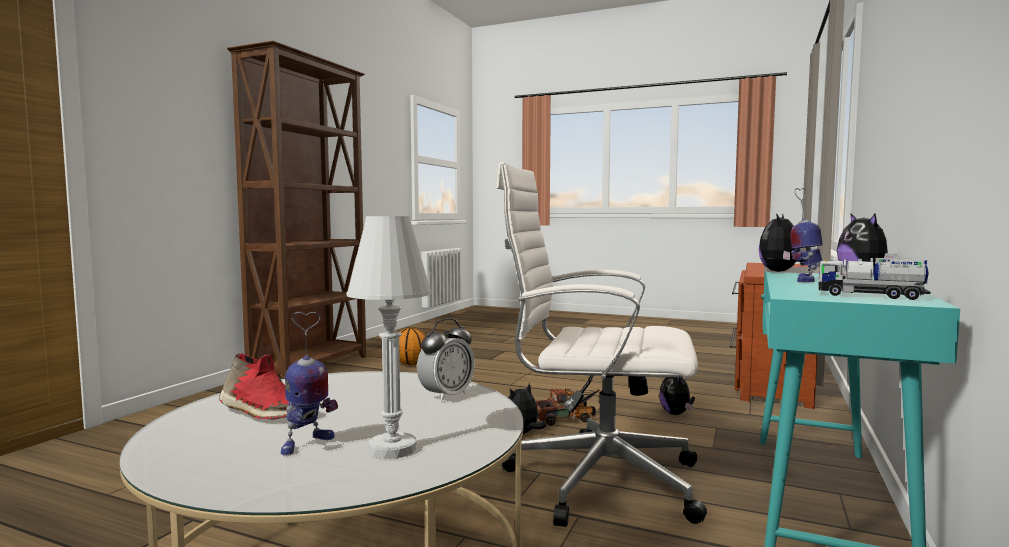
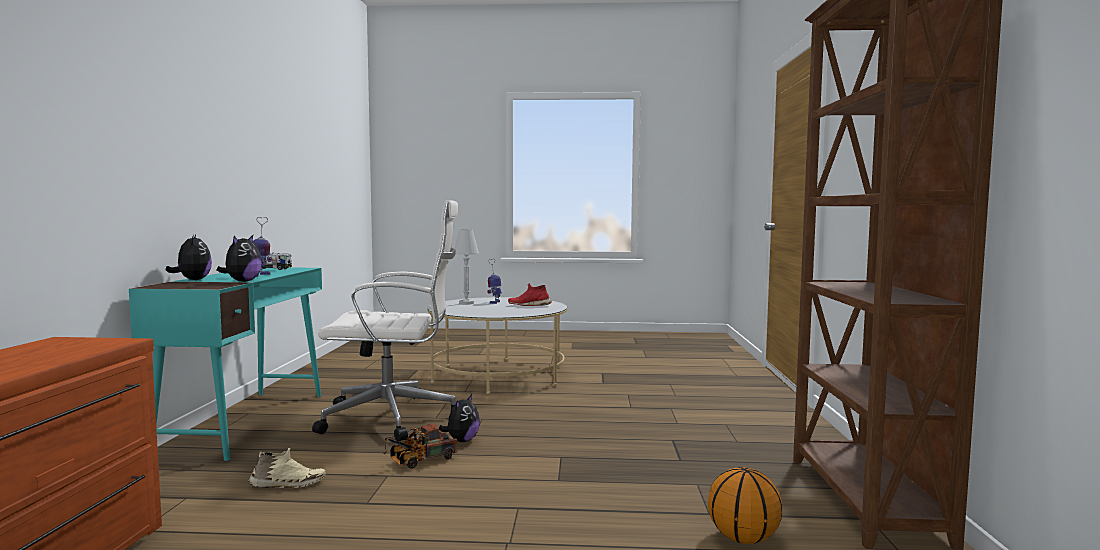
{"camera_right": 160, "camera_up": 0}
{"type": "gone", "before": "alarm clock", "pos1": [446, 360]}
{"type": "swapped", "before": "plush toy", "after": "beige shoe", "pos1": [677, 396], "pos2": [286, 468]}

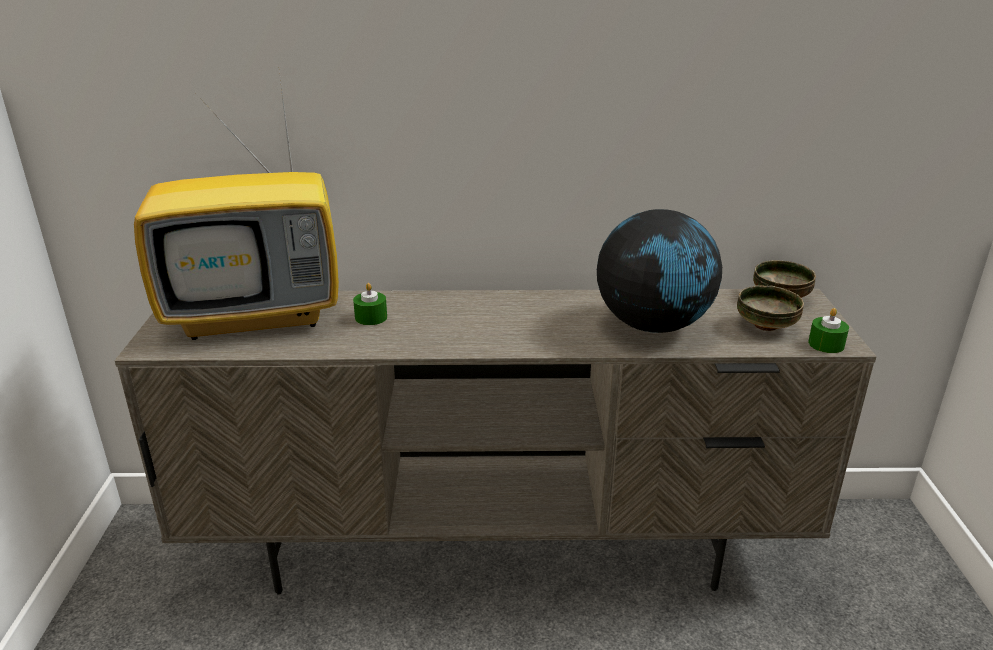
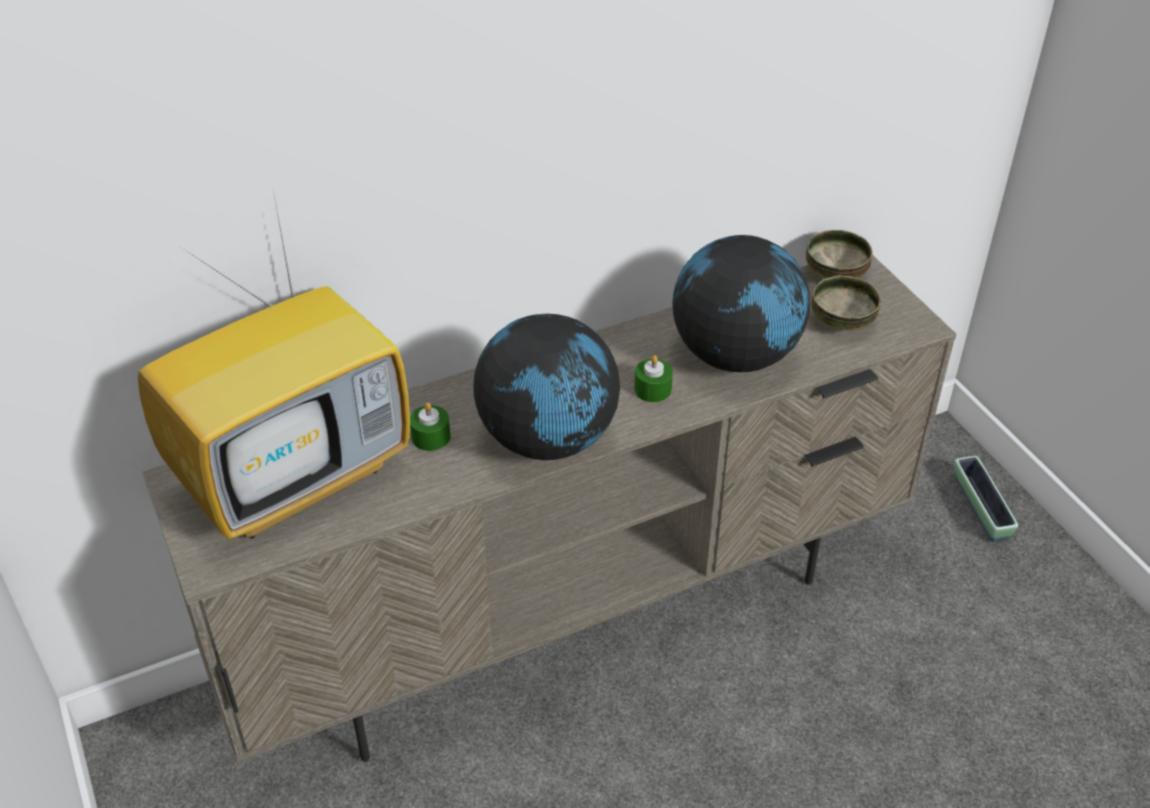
{"camera_right": -25, "camera_up": 15}
{"type": "shifted", "before": "green candle", "pos1": [828, 330], "pos2": [653, 378]}
{"type": "new", "after": "globe", "pos2": [546, 387]}
{"type": "new", "after": "planter", "pos2": [986, 499]}

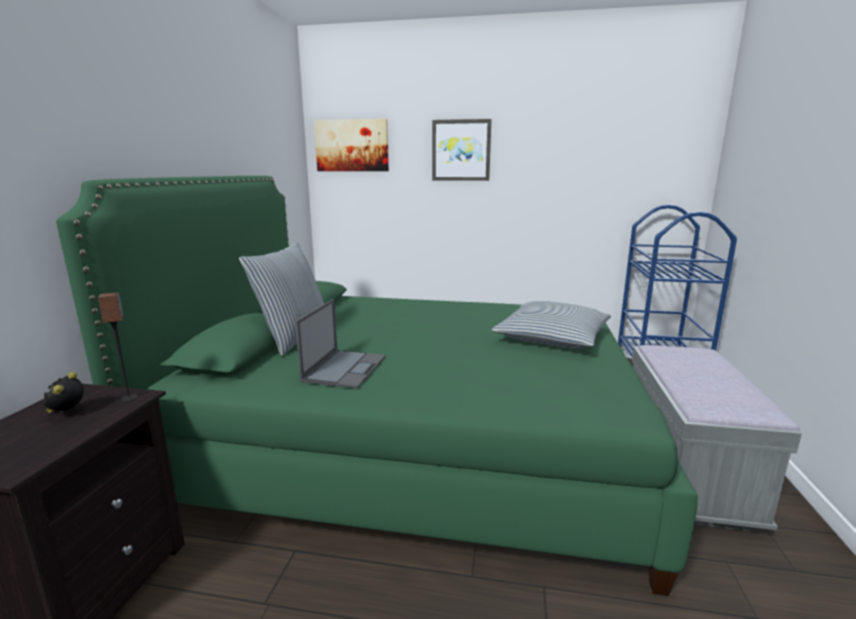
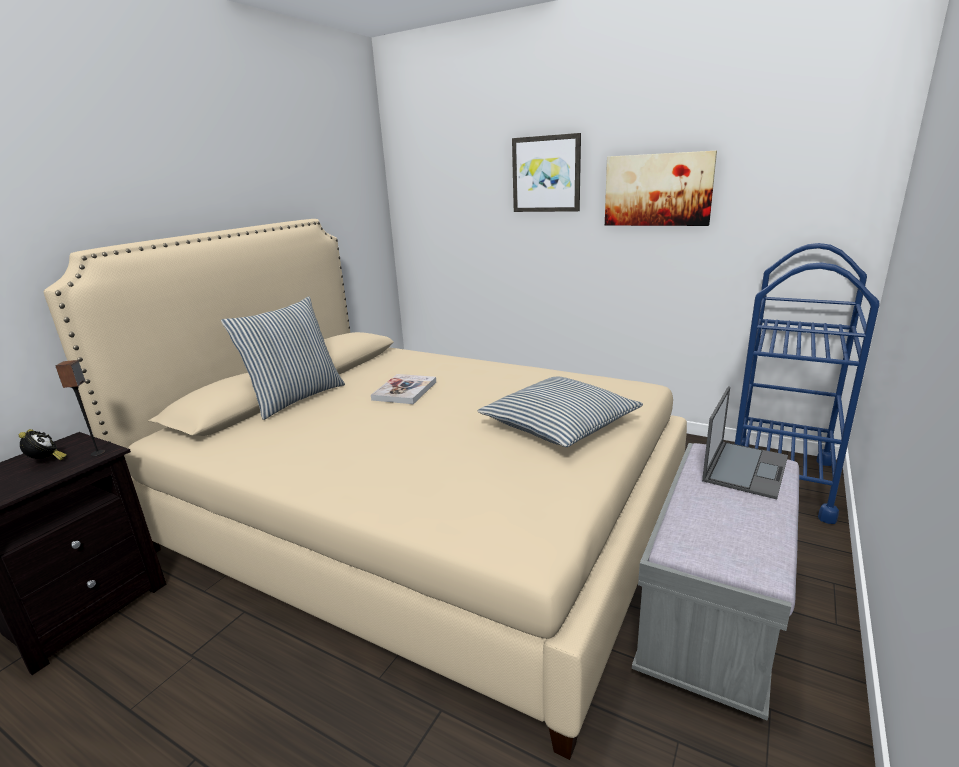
{"camera_right": 20, "camera_up": 5}
{"type": "shifted", "before": "picture", "pos1": [351, 145], "pos2": [661, 188]}
{"type": "repainted", "before": "green bed", "after": "beige bed", "pos1": [377, 386], "pos2": [365, 489]}
{"type": "shifted", "before": "laptop", "pos1": [340, 344], "pos2": [745, 442]}
{"type": "rotated", "before": "alarm clock", "pos1": [64, 392], "pos2": [43, 444], "turn": 135}
{"type": "new", "after": "book", "pos2": [403, 389]}

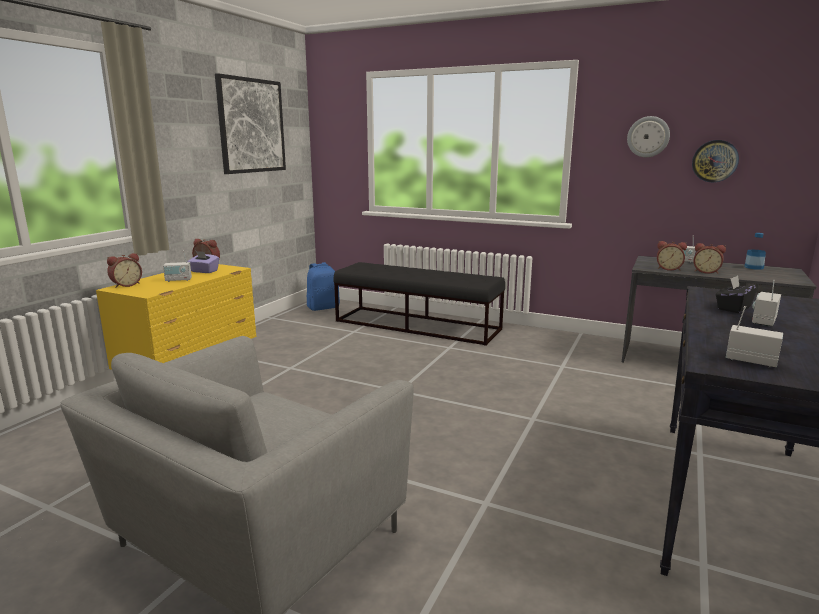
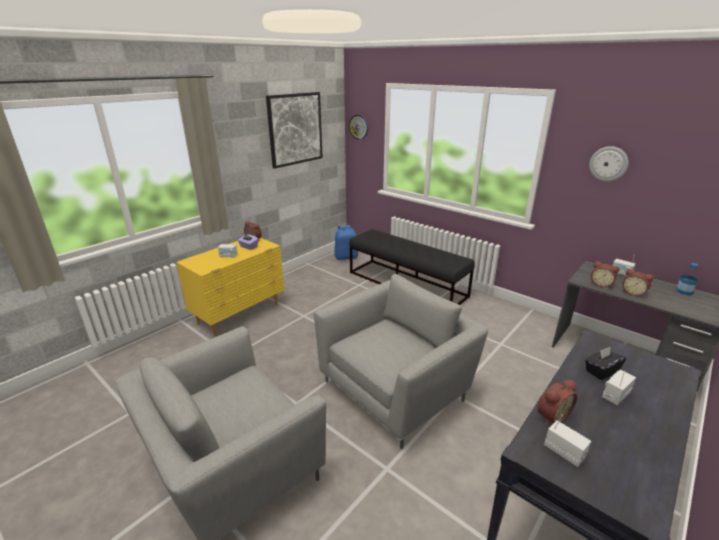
{"camera_right": 15, "camera_up": 10}
{"type": "shifted", "before": "wall clock", "pos1": [715, 161], "pos2": [358, 127]}
{"type": "shifted", "before": "alarm clock", "pos1": [124, 270], "pos2": [557, 402]}
{"type": "new", "after": "grey armchair", "pos2": [401, 361]}

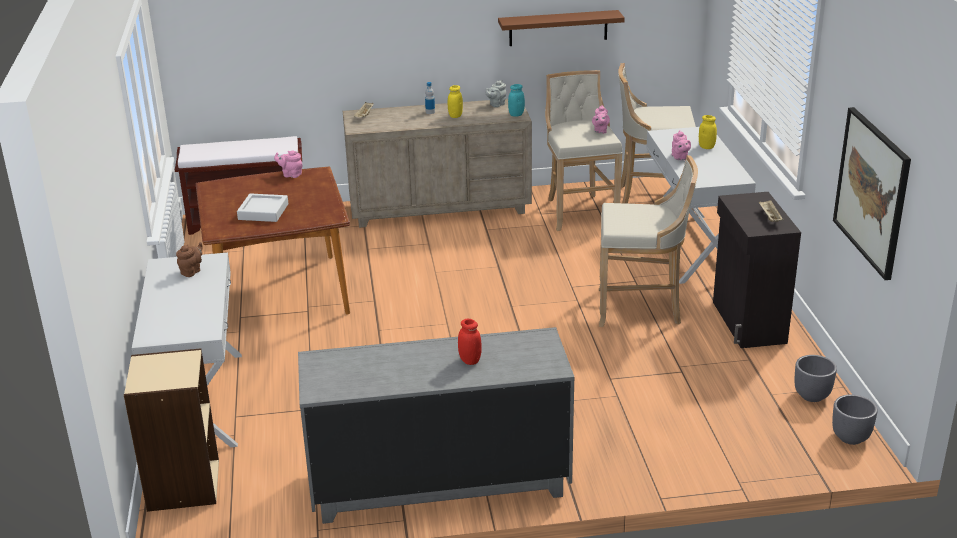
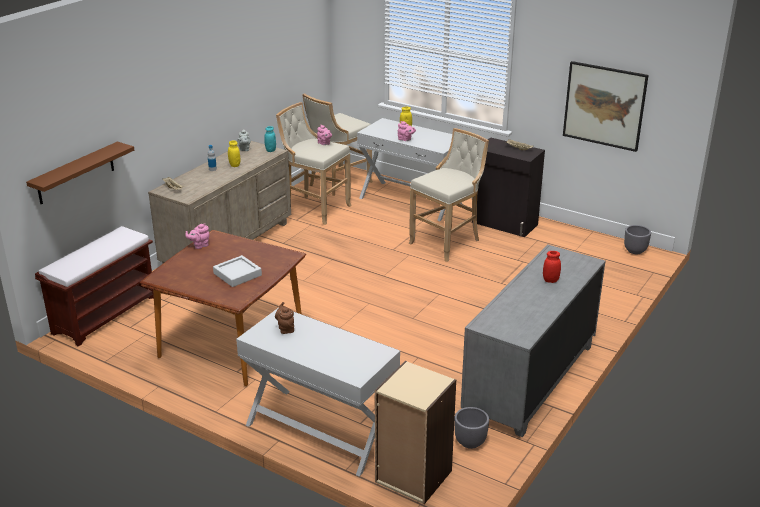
{"camera_right": -50, "camera_up": 0}
{"type": "shifted", "before": "brown shelf", "pos1": [561, 28], "pos2": [80, 173]}
{"type": "shifted", "before": "grey planter", "pos1": [815, 378], "pos2": [471, 428]}

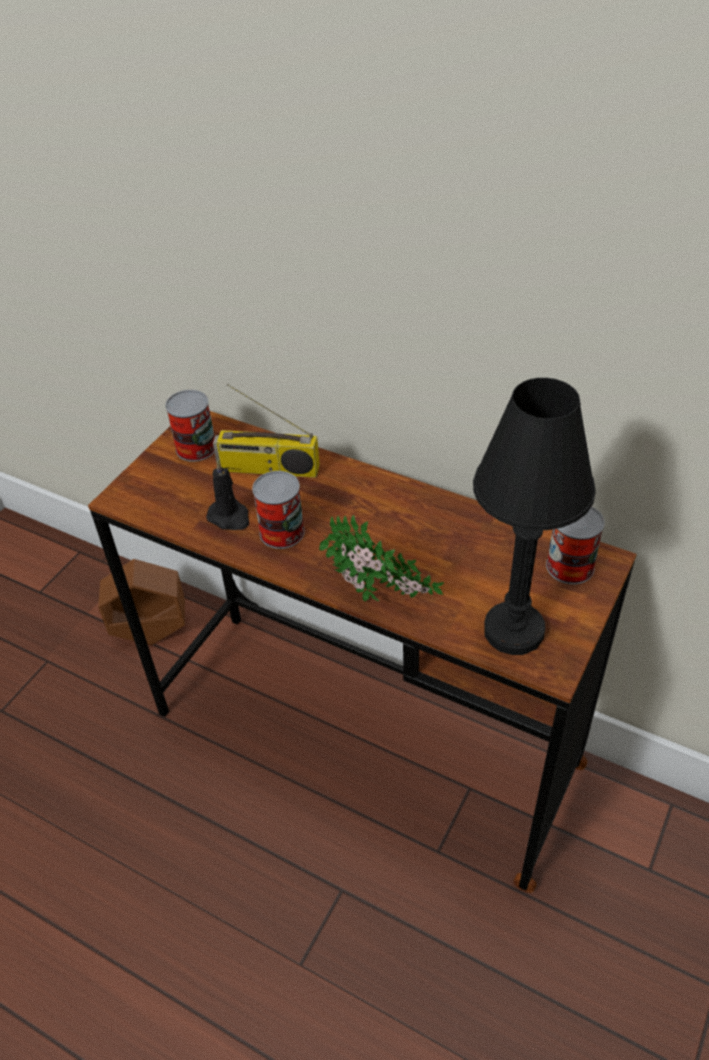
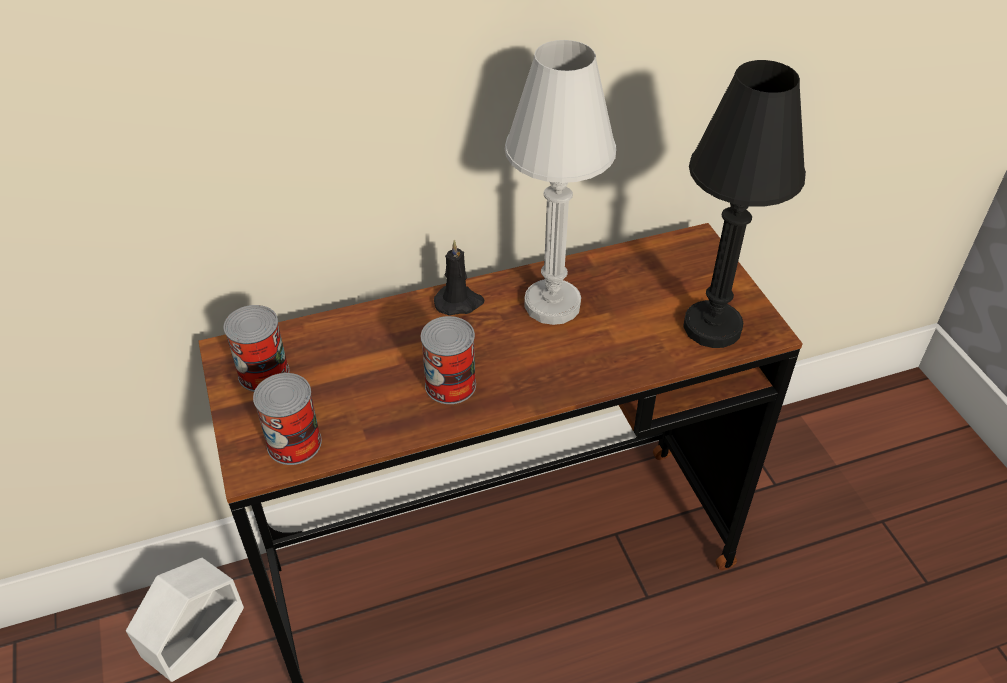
{"camera_right": -50, "camera_up": 0}
{"type": "gone", "before": "radio", "pos1": [266, 431]}
{"type": "shifted", "before": "black candle", "pos1": [227, 494], "pos2": [459, 278]}
{"type": "shifted", "before": "can", "pos1": [575, 545], "pos2": [287, 419]}
{"type": "gone", "before": "potted plant", "pos1": [381, 558]}
{"type": "repainted", "before": "brown planter", "after": "white planter", "pos1": [141, 602], "pos2": [185, 620]}
{"type": "new", "after": "white table lamp", "pos2": [560, 182]}

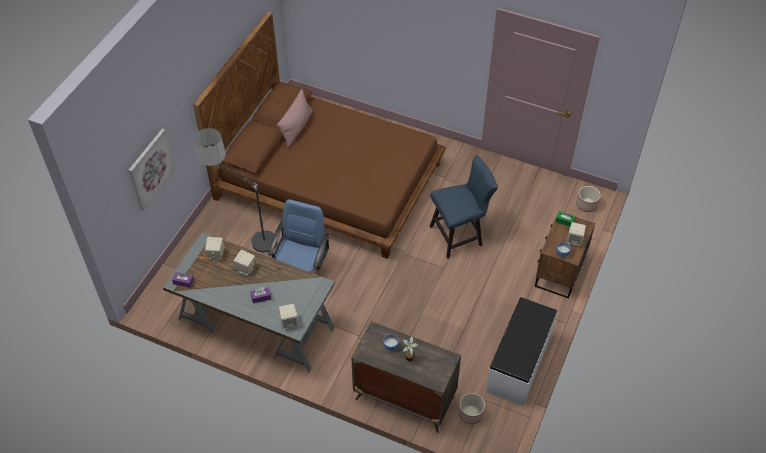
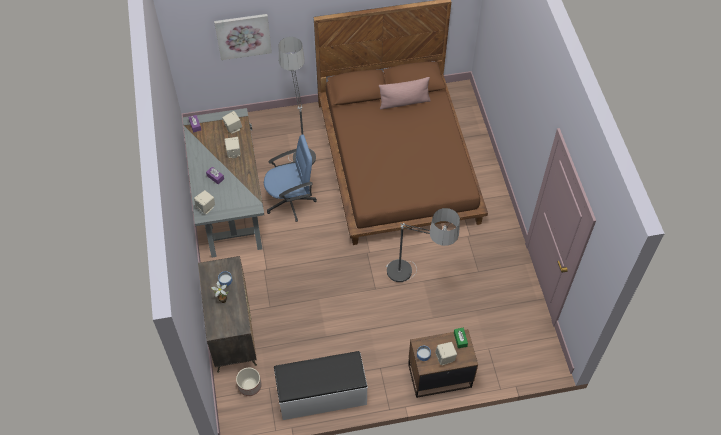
{"camera_right": 55, "camera_up": 5}
{"type": "swapped", "before": "blue chair", "after": "floor lamp", "pos1": [463, 207], "pos2": [423, 245]}
{"type": "gone", "before": "planter", "pos1": [588, 199]}

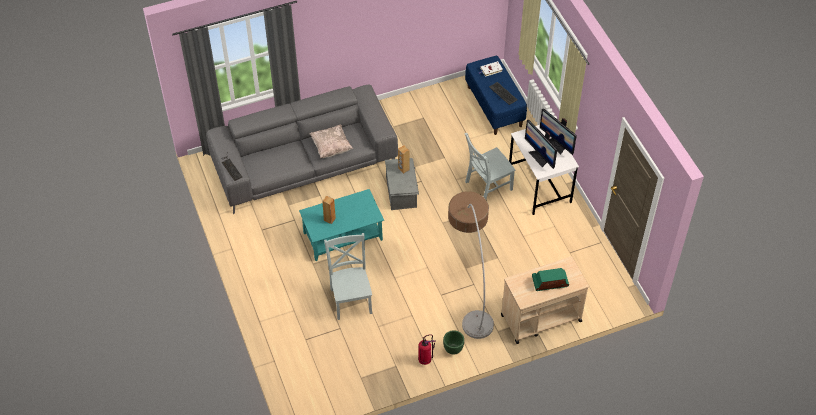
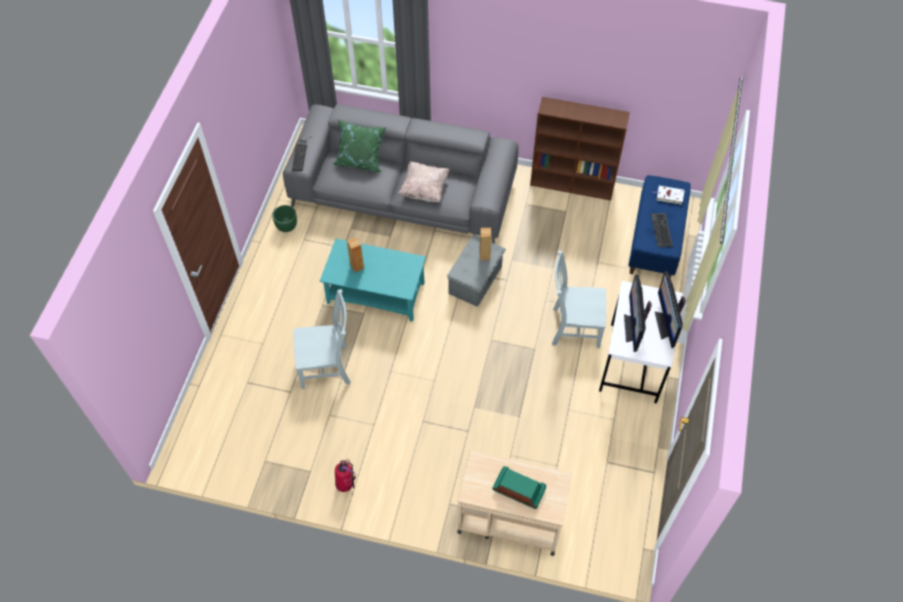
{"camera_right": 35, "camera_up": 5}
{"type": "gone", "before": "floor lamp", "pos1": [471, 265]}
{"type": "rotated", "before": "grey chair", "pos1": [348, 276], "pos2": [322, 339], "turn": 60}
{"type": "shifted", "before": "green planter", "pos1": [453, 342], "pos2": [284, 218]}
{"type": "new", "after": "brown bookcase", "pos2": [580, 149]}
{"type": "new", "after": "green pillow", "pos2": [359, 145]}

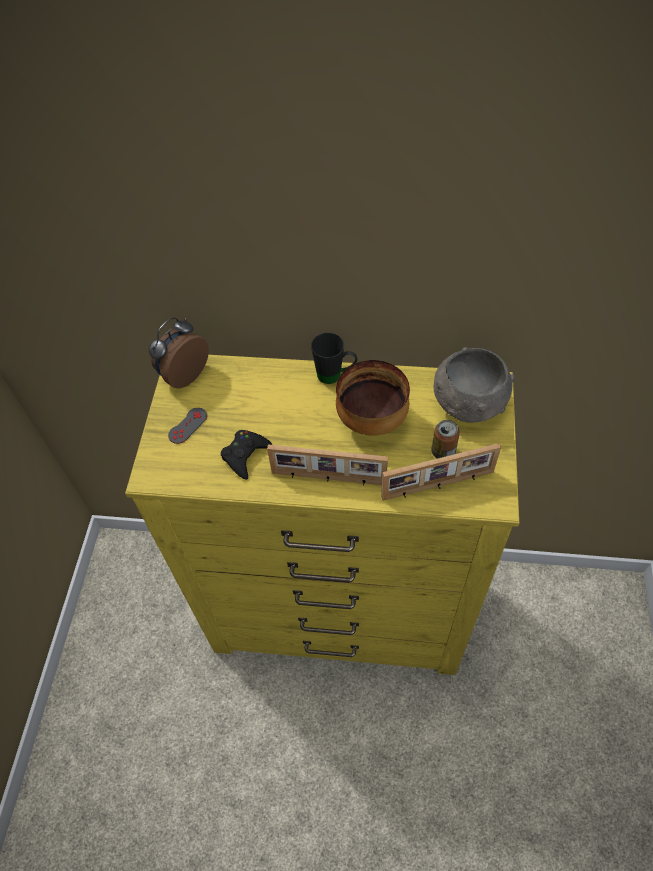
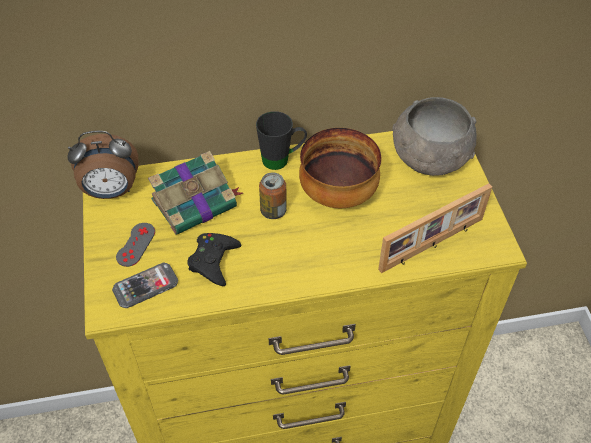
{"camera_right": -20, "camera_up": -5}
{"type": "rotated", "before": "alarm clock", "pos1": [179, 352], "pos2": [103, 165], "turn": -120}
{"type": "shifted", "before": "can", "pos1": [445, 439], "pos2": [273, 195]}
{"type": "gone", "before": "picture frame", "pos1": [327, 465]}
{"type": "new", "after": "book", "pos2": [195, 193]}
{"type": "new", "after": "phone", "pos2": [145, 285]}

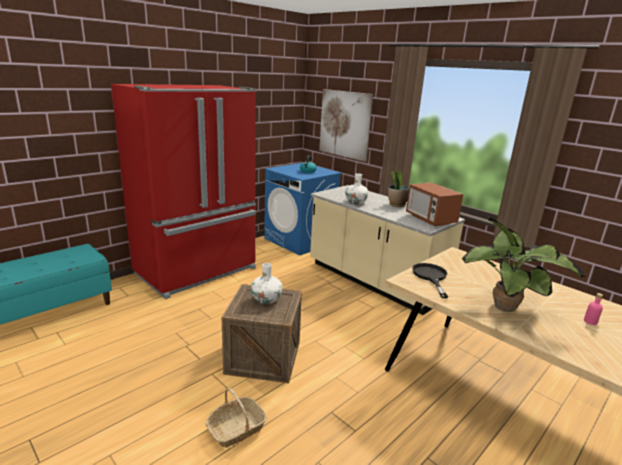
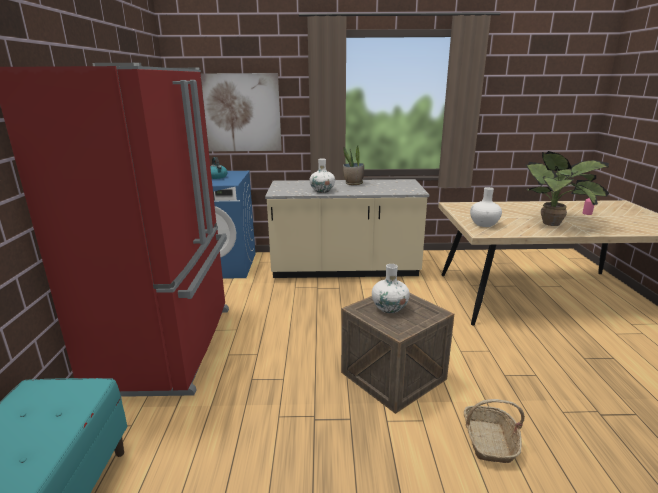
{"camera_right": -45, "camera_up": 0}
{"type": "gone", "before": "microwave", "pos1": [434, 204]}
{"type": "swapped", "before": "black frying pan", "after": "white vase", "pos1": [430, 280], "pos2": [486, 207]}

